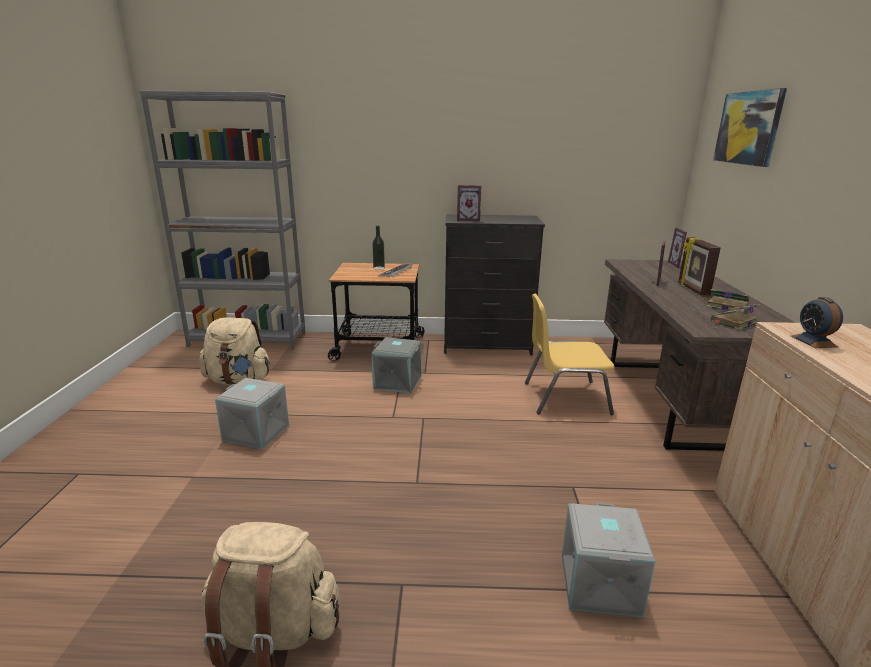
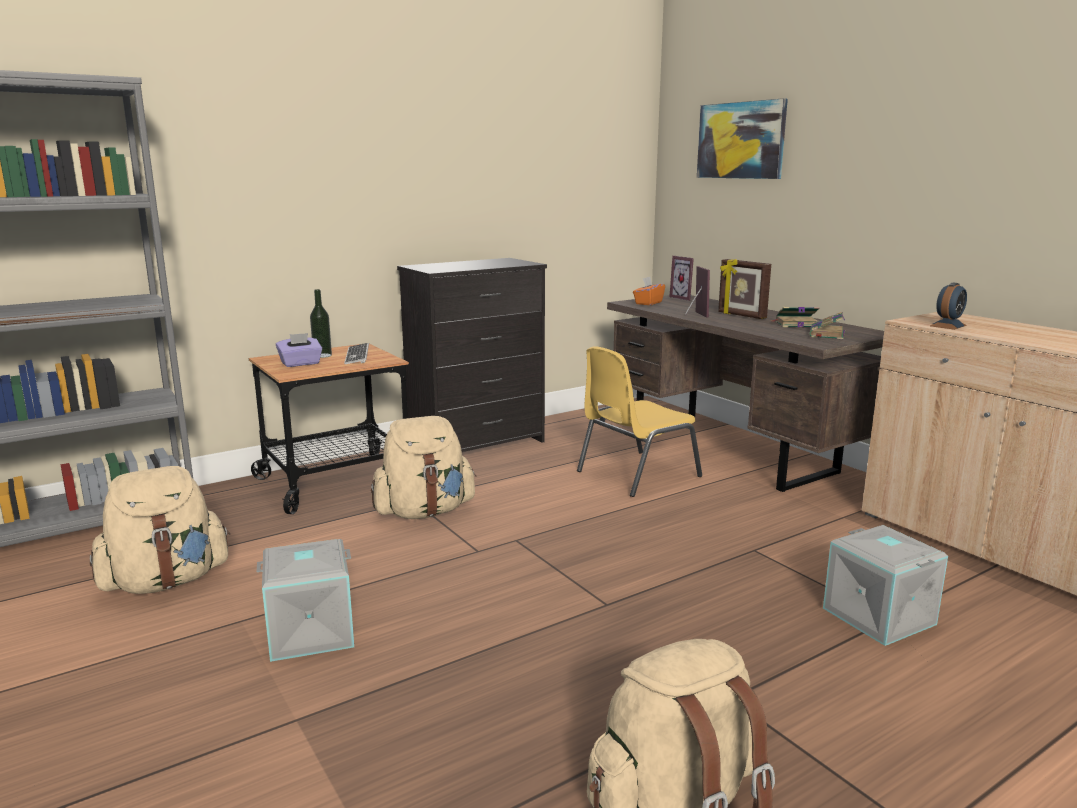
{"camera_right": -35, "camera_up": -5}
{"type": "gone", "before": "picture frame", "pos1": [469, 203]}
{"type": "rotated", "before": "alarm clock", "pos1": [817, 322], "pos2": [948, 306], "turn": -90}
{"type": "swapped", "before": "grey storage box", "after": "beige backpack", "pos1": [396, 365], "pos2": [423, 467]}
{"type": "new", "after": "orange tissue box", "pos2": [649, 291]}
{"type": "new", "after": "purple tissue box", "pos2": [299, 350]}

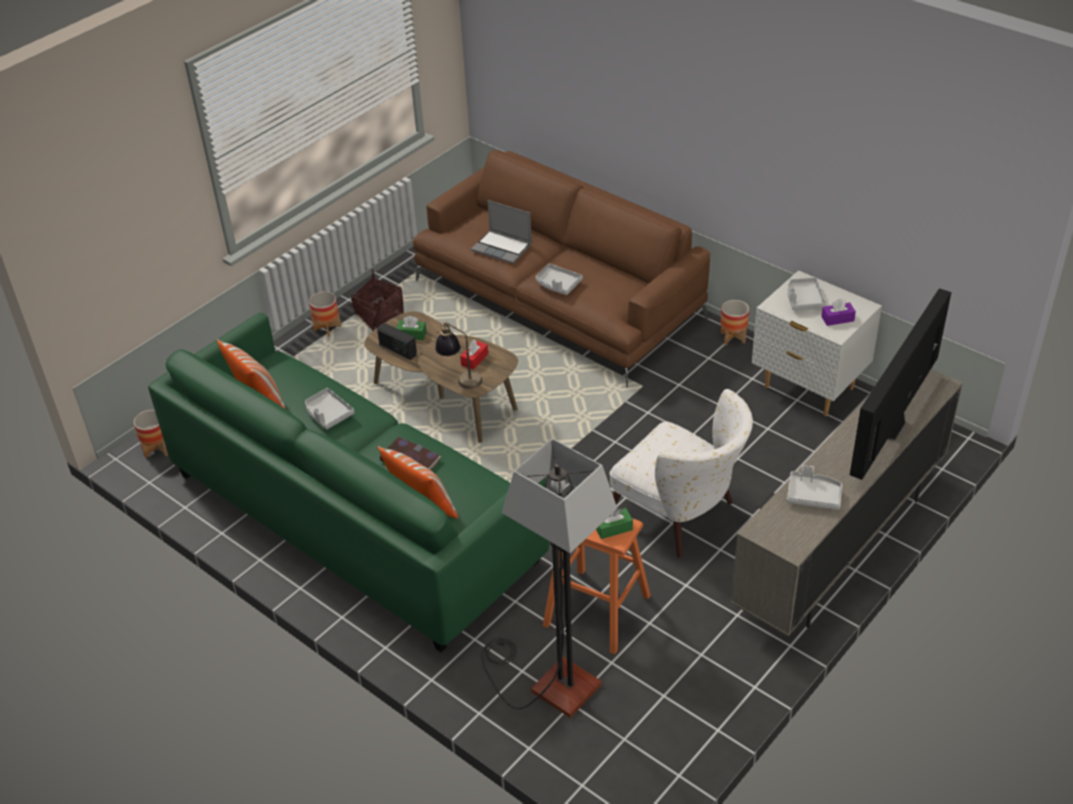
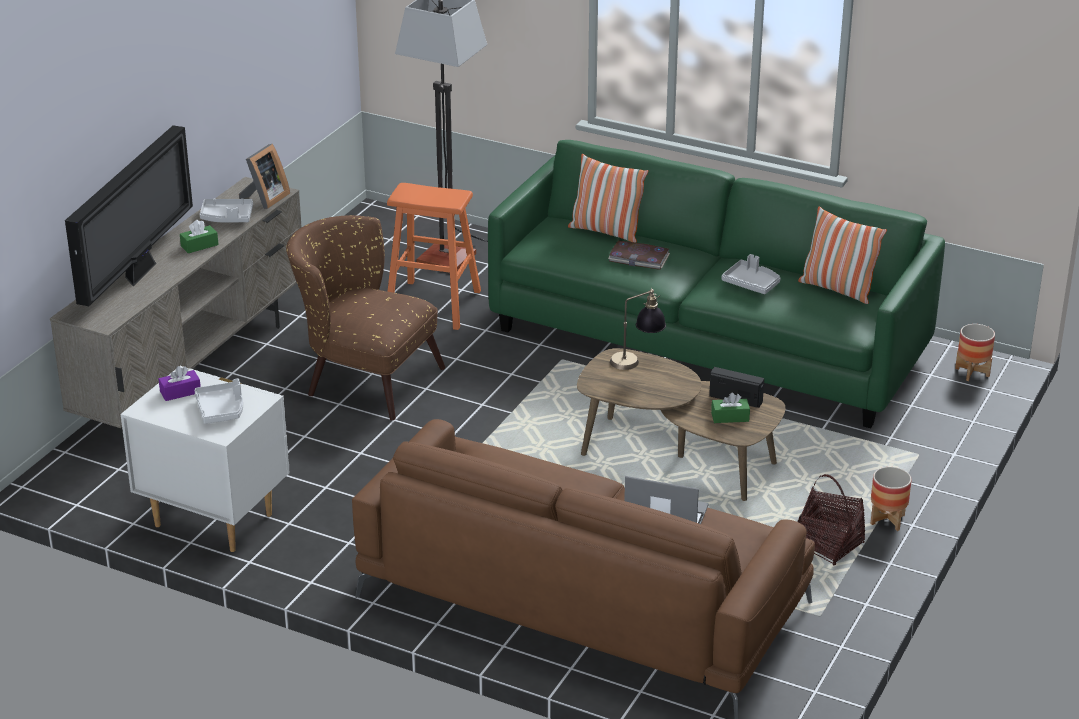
{"camera_right": 165, "camera_up": -10}
{"type": "gone", "before": "grey tray", "pos1": [559, 279]}
{"type": "gone", "before": "planter", "pos1": [734, 322]}
{"type": "gone", "before": "red tissue box", "pos1": [474, 354]}
{"type": "repainted", "before": "white armchair", "after": "brown armchair", "pos1": [681, 473], "pos2": [365, 318]}
{"type": "shifted", "before": "green tissue box", "pos1": [614, 523], "pos2": [199, 236]}
{"type": "new", "after": "picture frame", "pos2": [264, 176]}

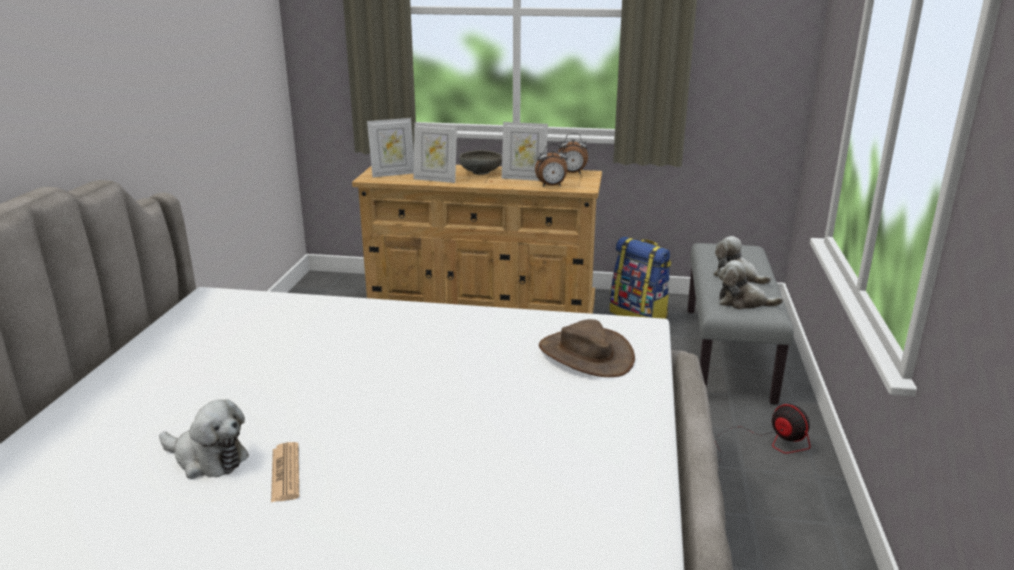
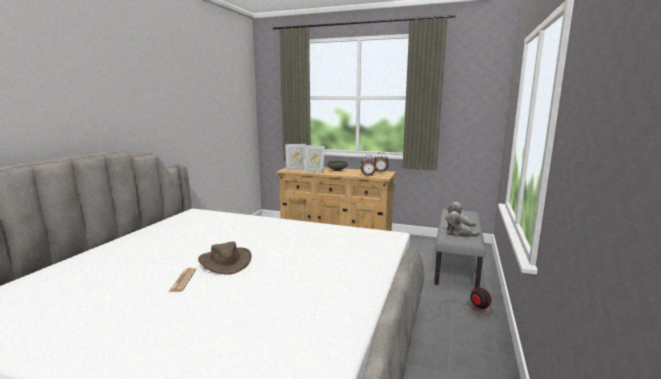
{"camera_right": 10, "camera_up": -10}
{"type": "gone", "before": "picture frame", "pos1": [525, 151]}
{"type": "gone", "before": "backpack", "pos1": [640, 278]}
{"type": "shifted", "before": "brown hat", "pos1": [587, 348], "pos2": [224, 258]}
{"type": "gone", "before": "plush toy", "pos1": [204, 439]}

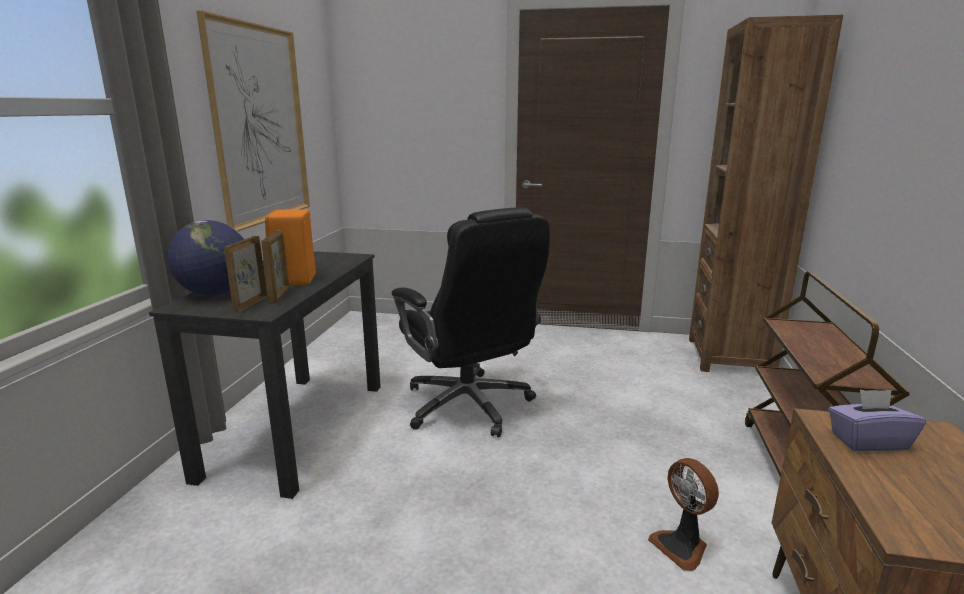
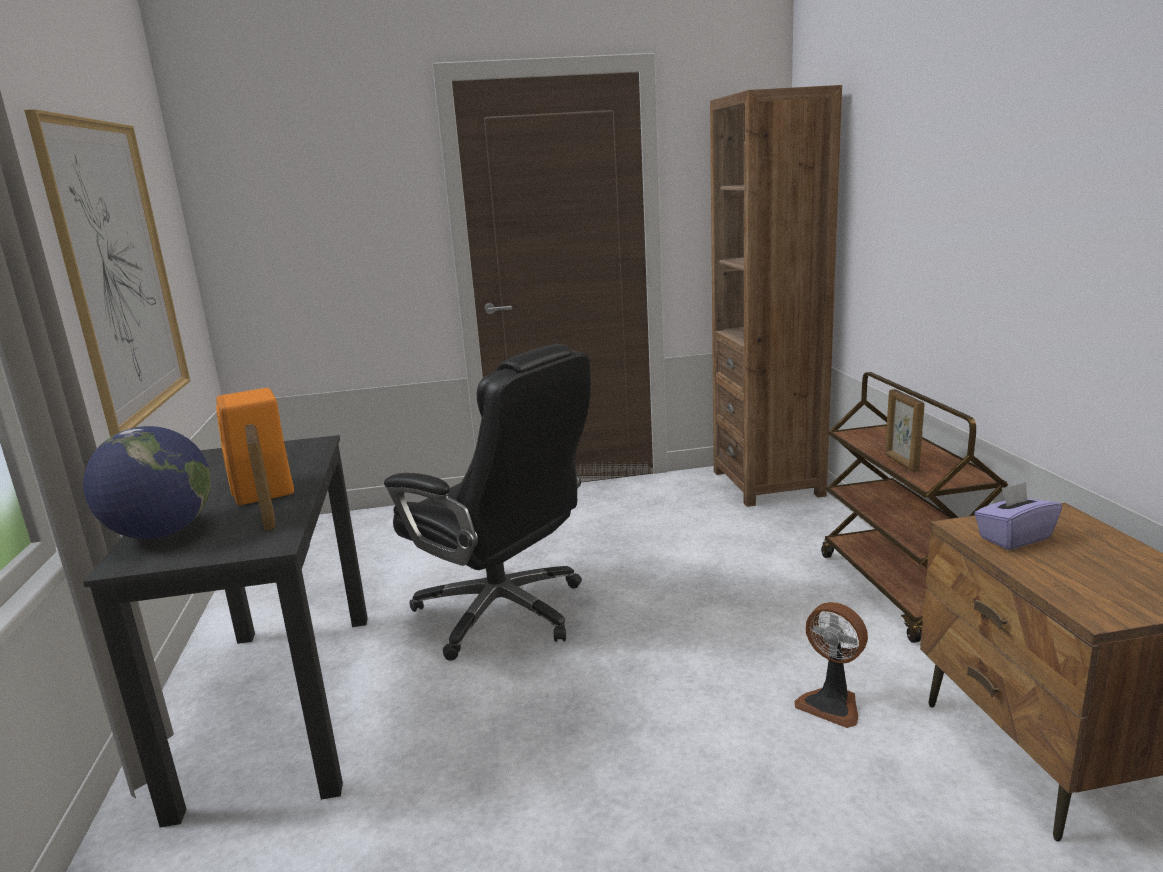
{"camera_right": -20, "camera_up": 0}
{"type": "shifted", "before": "picture frame", "pos1": [245, 274], "pos2": [904, 430]}

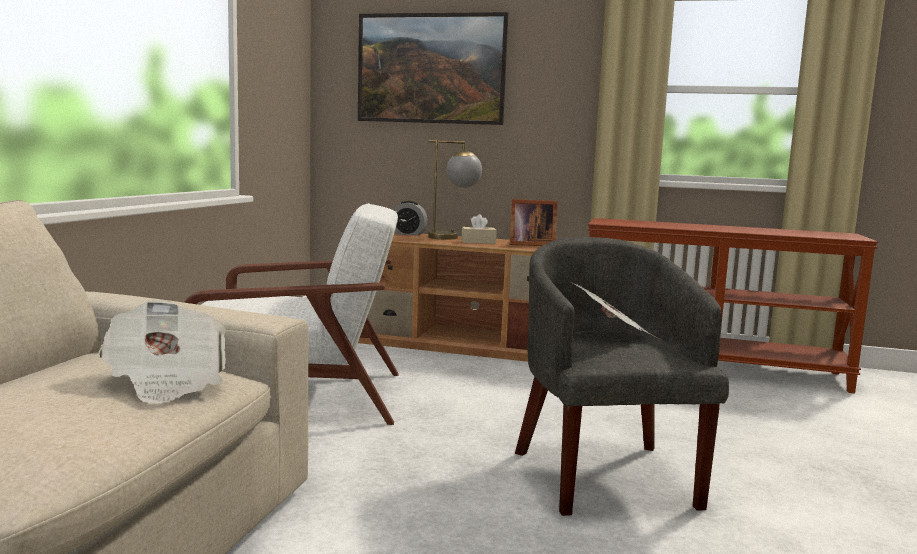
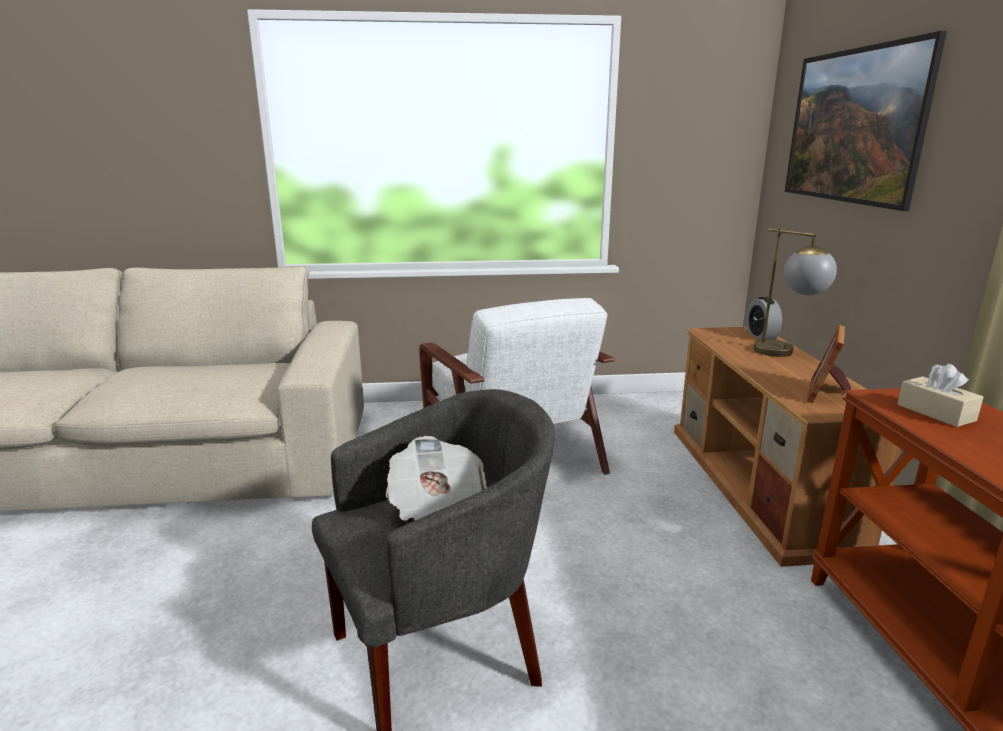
{"camera_right": 70, "camera_up": 10}
{"type": "rotated", "before": "picture frame", "pos1": [533, 222], "pos2": [829, 364], "turn": 45}
{"type": "shifted", "before": "beige tissue box", "pos1": [479, 229], "pos2": [941, 395]}
{"type": "gone", "before": "newspaper", "pos1": [162, 352]}

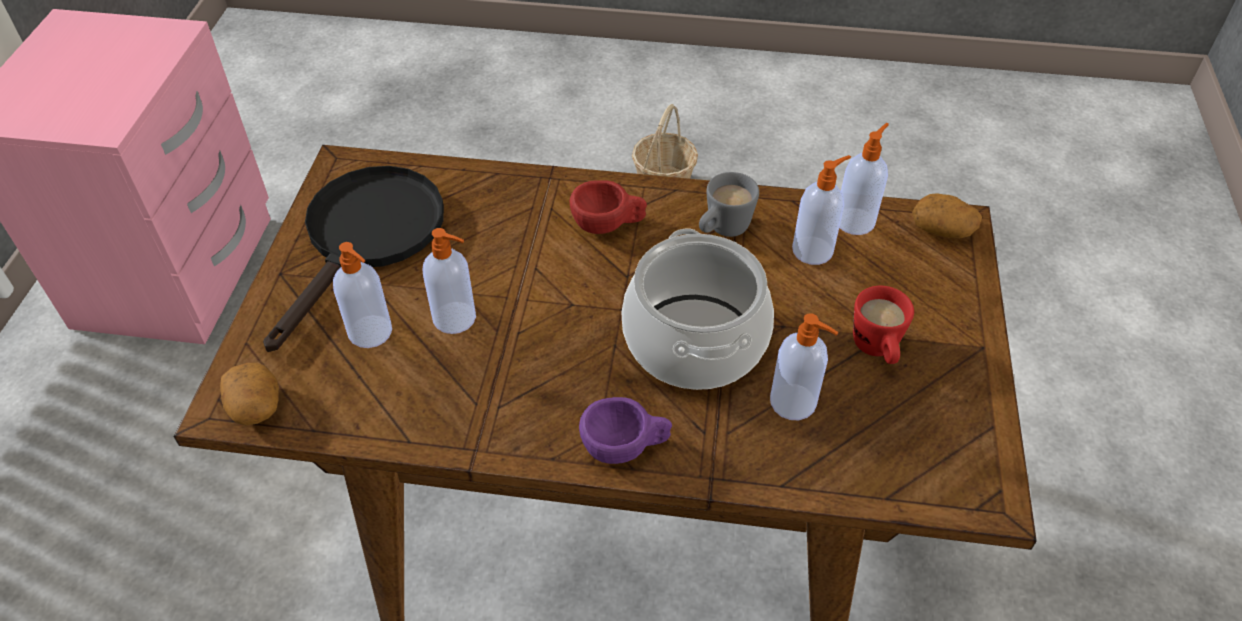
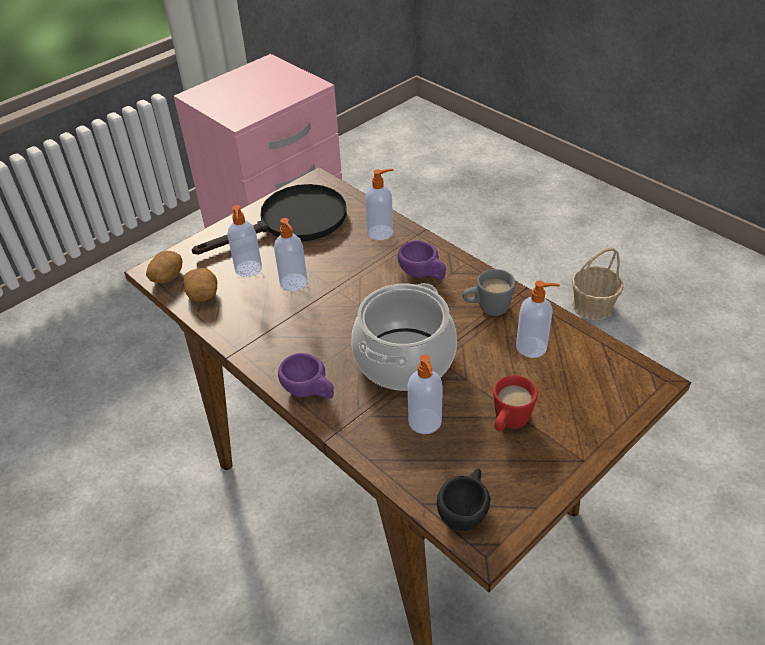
{"camera_right": 40, "camera_up": -5}
{"type": "shifted", "before": "soap dispenser", "pos1": [864, 179], "pos2": [379, 204]}
{"type": "repainted", "before": "red cup", "after": "purple cup", "pos1": [608, 207], "pos2": [422, 260]}
{"type": "shifted", "before": "potato", "pos1": [947, 215], "pos2": [200, 285]}
{"type": "new", "after": "black cup", "pos2": [463, 499]}

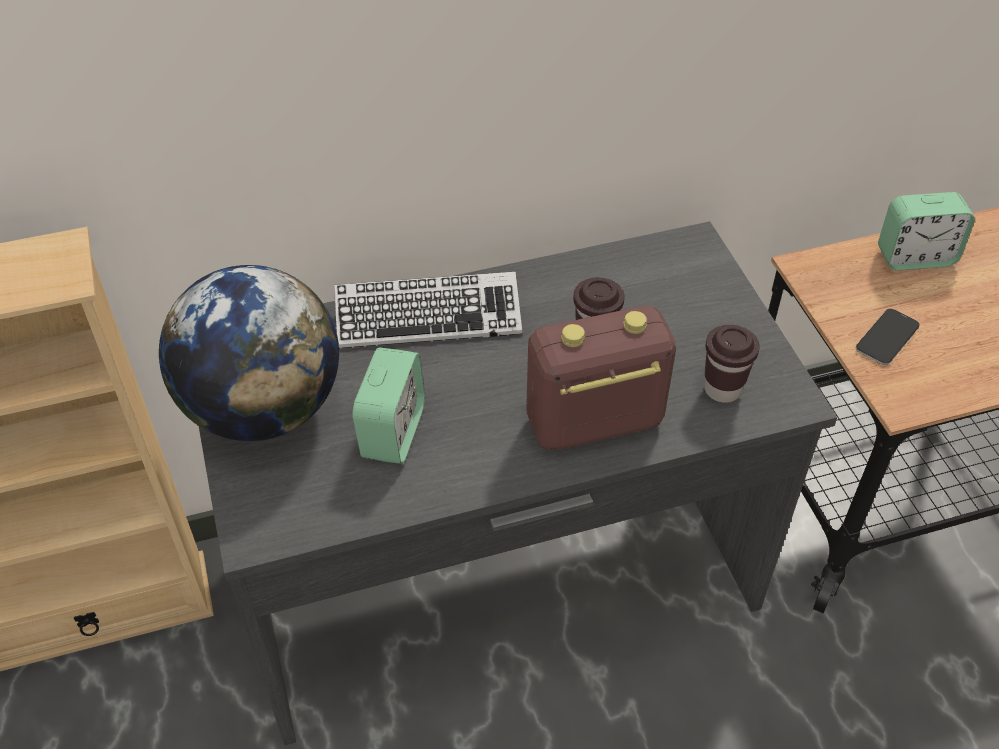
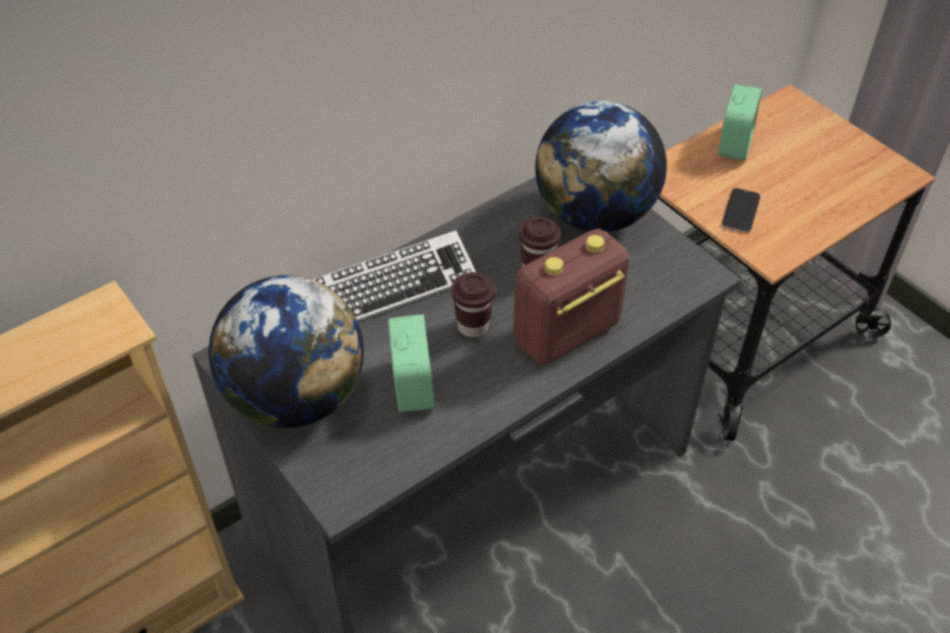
{"camera_right": -20, "camera_up": 0}
{"type": "rotated", "before": "alarm clock", "pos1": [926, 231], "pos2": [740, 122], "turn": -45}
{"type": "shifted", "before": "brown cup", "pos1": [732, 364], "pos2": [473, 305]}
{"type": "new", "after": "globe", "pos2": [601, 166]}

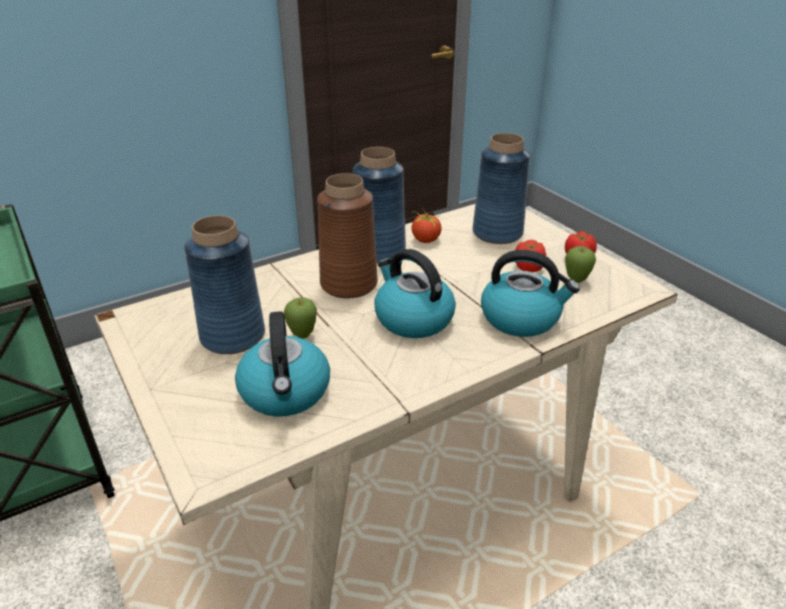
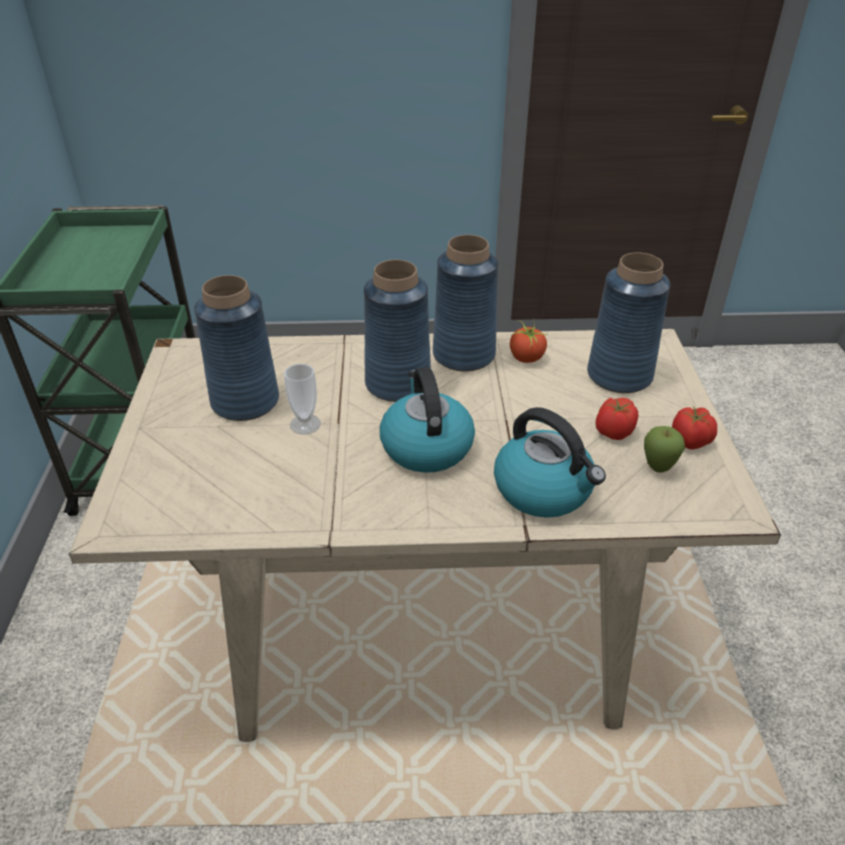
{"camera_right": 30, "camera_up": 5}
{"type": "repainted", "before": "brown vase", "after": "blue vase", "pos1": [347, 235], "pos2": [397, 331]}
{"type": "swapped", "before": "apple", "after": "cup", "pos1": [300, 318], "pos2": [302, 399]}
{"type": "gone", "before": "kettle", "pos1": [282, 364]}

